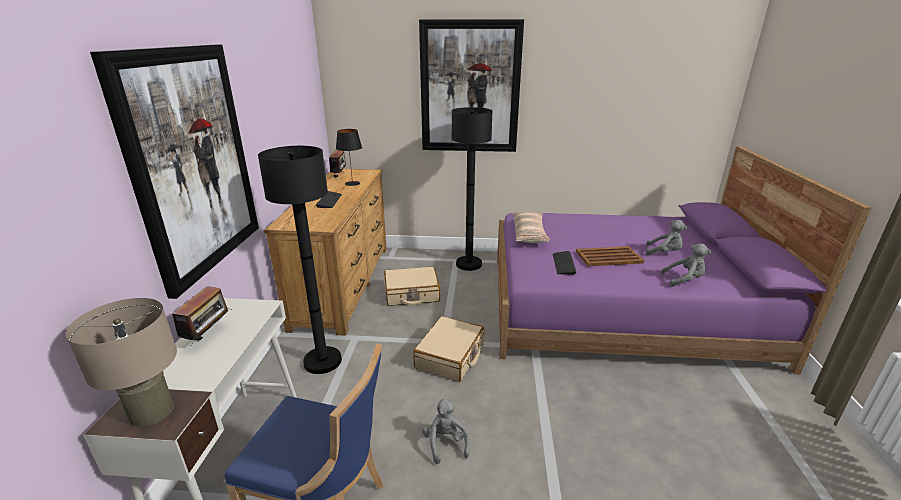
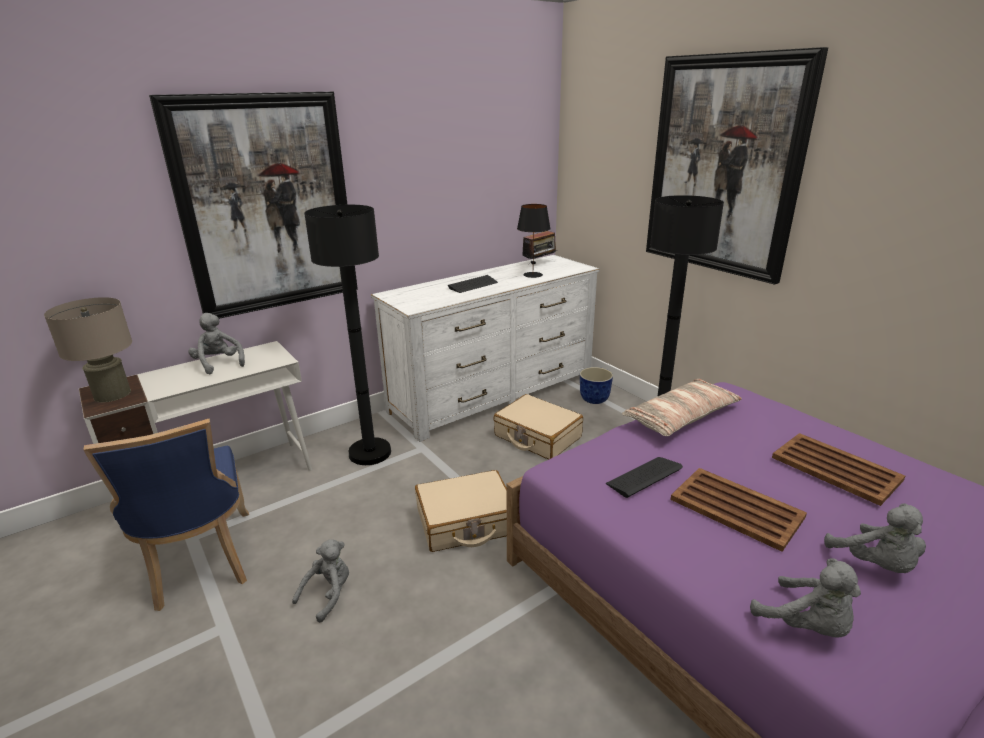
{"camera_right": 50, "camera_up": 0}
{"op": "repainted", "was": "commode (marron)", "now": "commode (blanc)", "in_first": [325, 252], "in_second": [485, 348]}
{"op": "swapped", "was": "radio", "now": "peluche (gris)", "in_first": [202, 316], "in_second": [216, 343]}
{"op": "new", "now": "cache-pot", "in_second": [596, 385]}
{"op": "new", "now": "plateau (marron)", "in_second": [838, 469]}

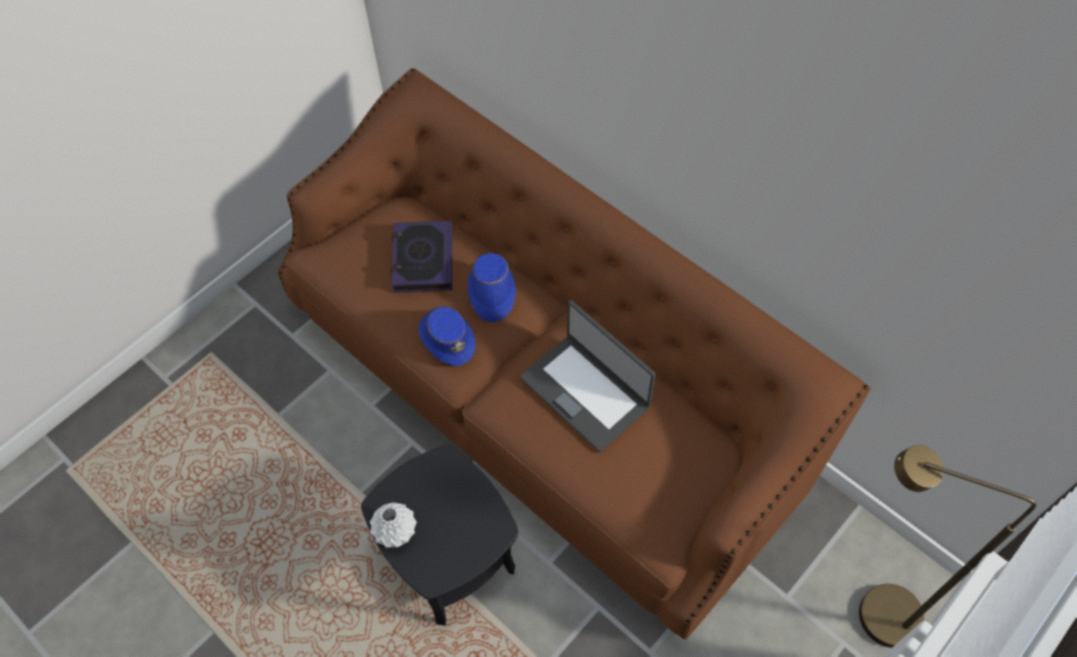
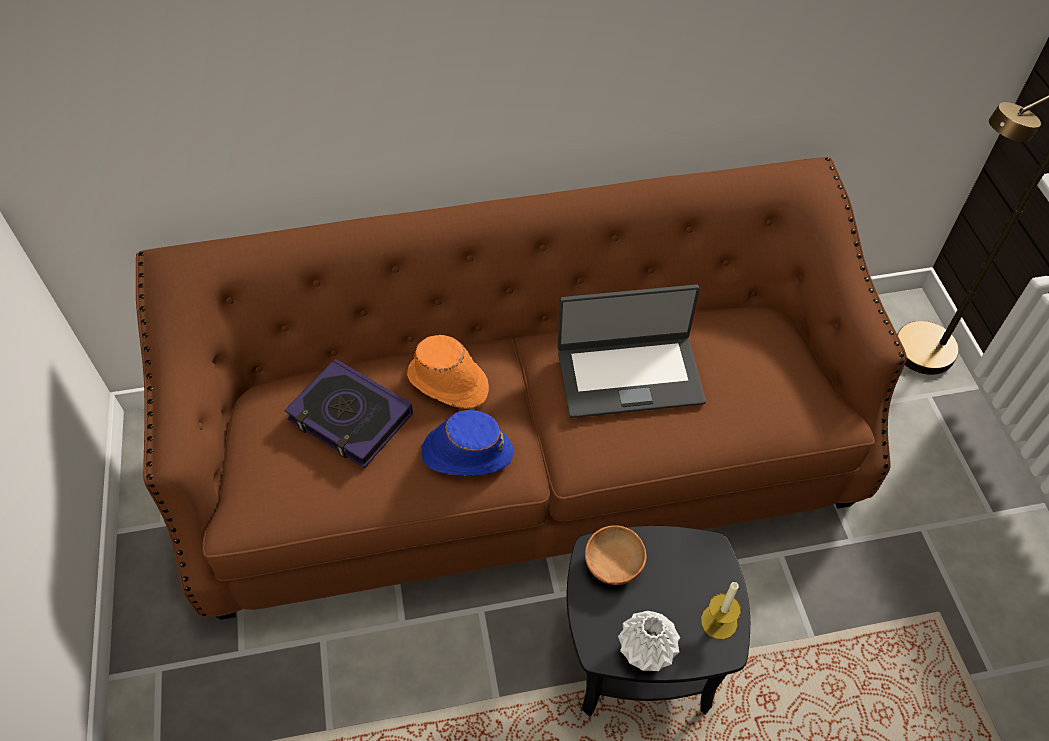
{"camera_right": -55, "camera_up": -5}
{"op": "repainted", "was": "chapeau (bleu)", "now": "chapeau (orange)", "in_first": [492, 287], "in_second": [448, 372]}
{"op": "new", "now": "bol (marron)", "in_second": [615, 555]}
{"op": "new", "now": "bougie", "in_second": [721, 611]}

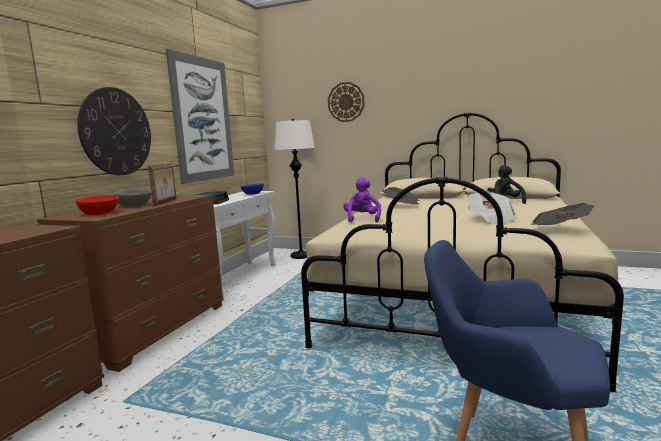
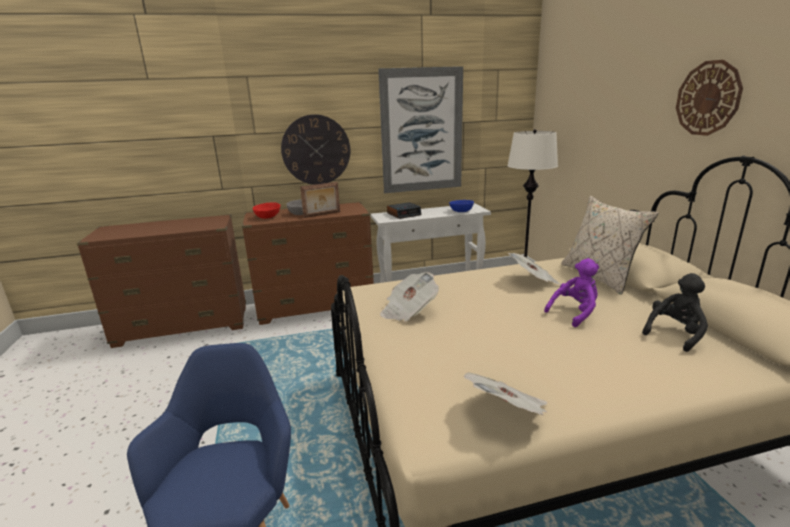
{"camera_right": 55, "camera_up": 10}
{"op": "shifted", "was": "horloge murale", "in_first": [346, 102], "in_second": [709, 98]}
{"op": "shifted", "was": "peluche (violet)", "in_first": [362, 200], "in_second": [571, 292]}
{"op": "shifted", "was": "journal", "in_first": [492, 207], "in_second": [409, 297]}
{"op": "new", "now": "coussin (beige)", "in_second": [609, 245]}

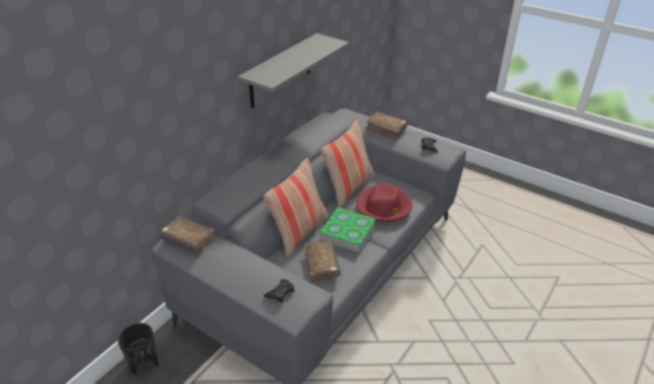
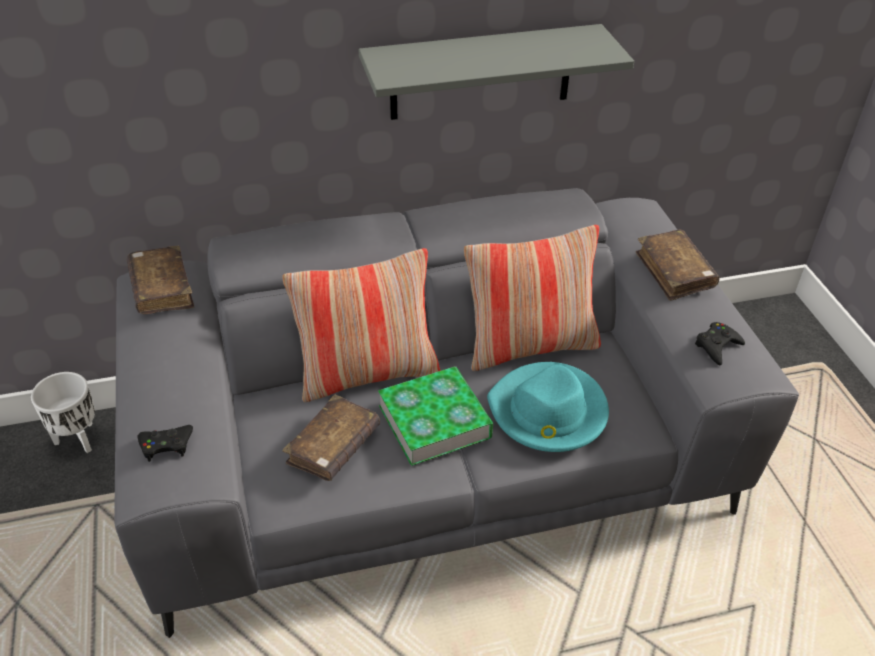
{"camera_right": 40, "camera_up": 5}
{"op": "repainted", "was": "chapeau (rouge)", "now": "chapeau (turquoise)", "in_first": [385, 202], "in_second": [548, 407]}
{"op": "repainted", "was": "cache-pot (noir)", "now": "cache-pot (blanc)", "in_first": [138, 349], "in_second": [63, 412]}

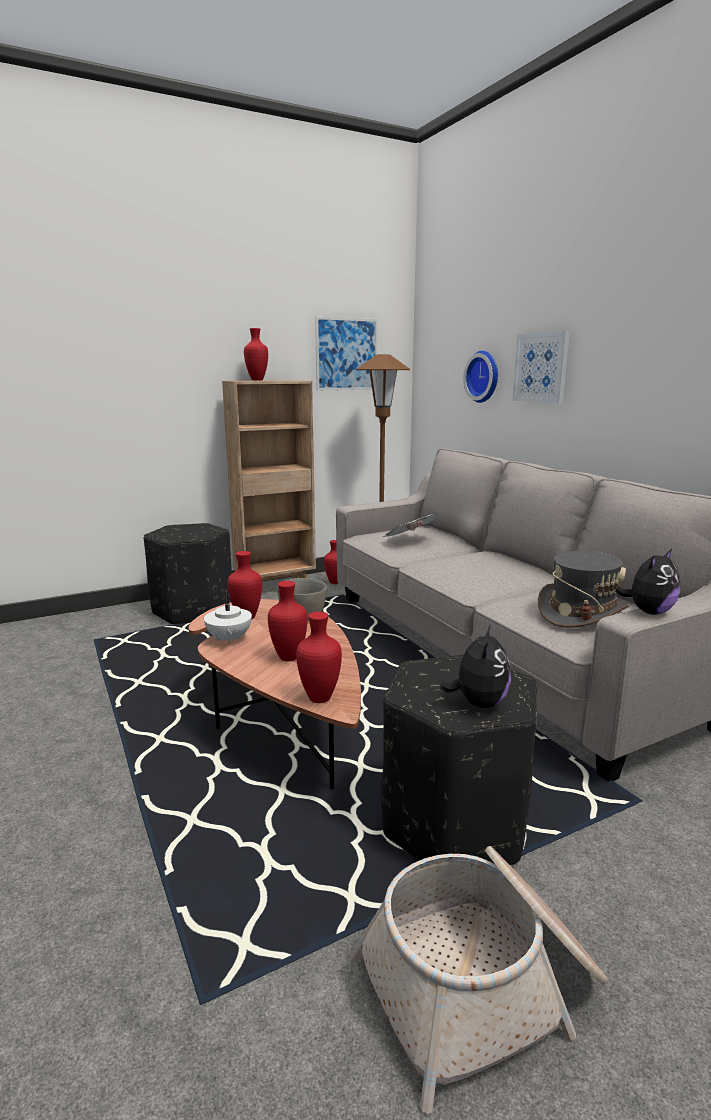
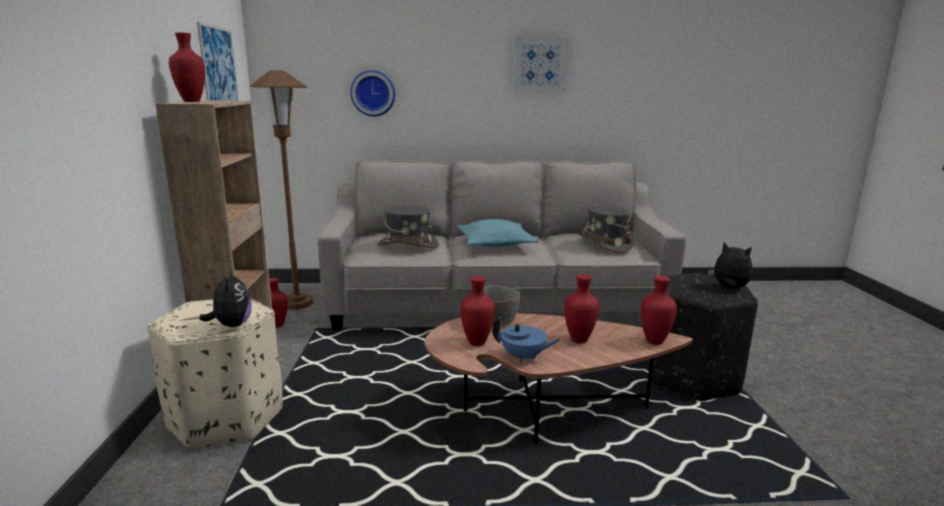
{"camera_right": -65, "camera_up": 0}
{"op": "shifted", "was": "tableau", "in_first": [541, 367], "in_second": [540, 64]}
{"op": "swapped", "was": "journal", "now": "chapeau (gris)", "in_first": [411, 525], "in_second": [408, 227]}
{"op": "repainted", "was": "pouf (noir)", "now": "pouf (beige)", "in_first": [188, 573], "in_second": [215, 374]}
{"op": "shifted", "was": "peluche", "in_first": [647, 582], "in_second": [225, 297]}
{"op": "repainted", "was": "théière (blanc)", "now": "théière (bleu)", "in_first": [228, 618], "in_second": [526, 340]}
{"op": "gone", "was": "panier", "in_first": [479, 980]}
{"op": "new", "now": "coussin (turquoise)", "in_second": [498, 233]}

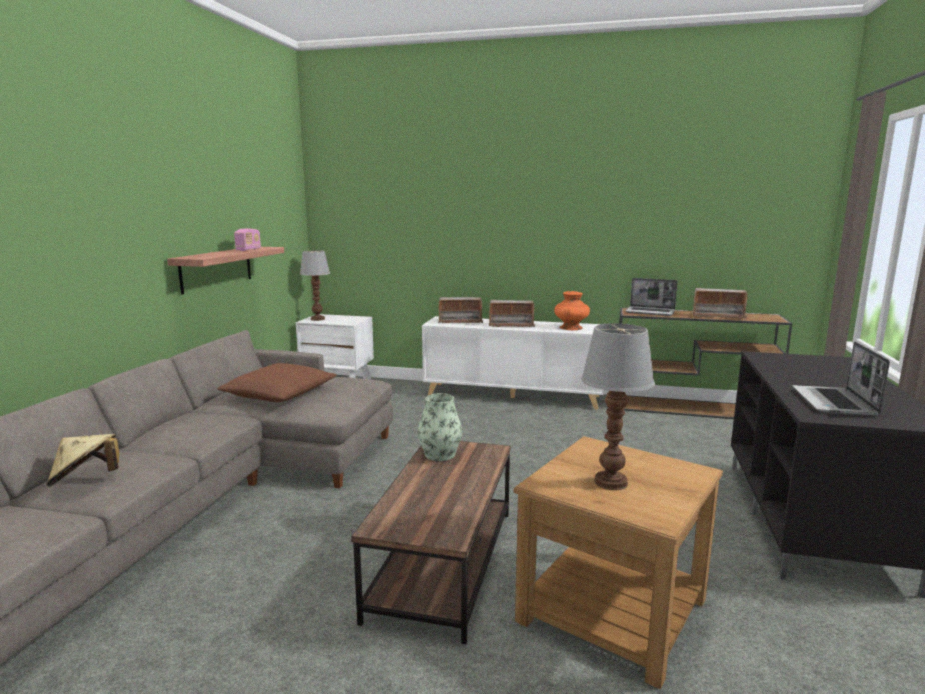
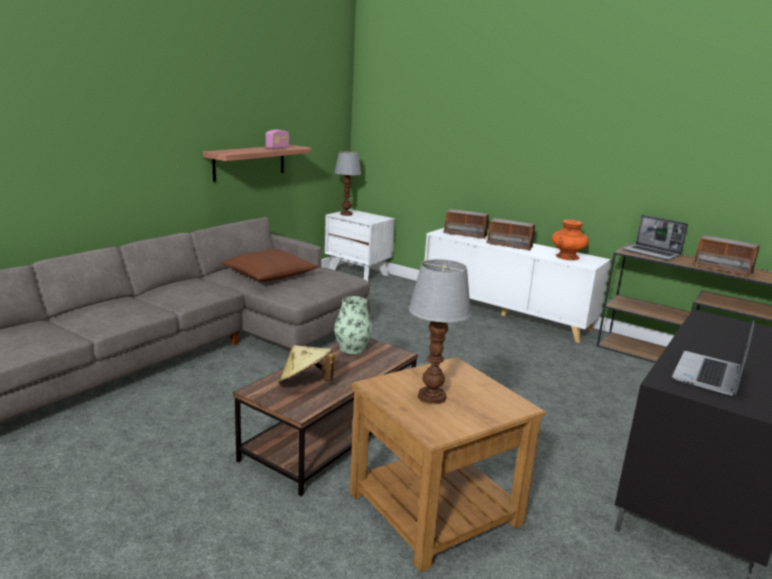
{"camera_right": 20, "camera_up": 5}
{"op": "shifted", "was": "chapeau (beige)", "in_first": [83, 460], "in_second": [307, 364]}

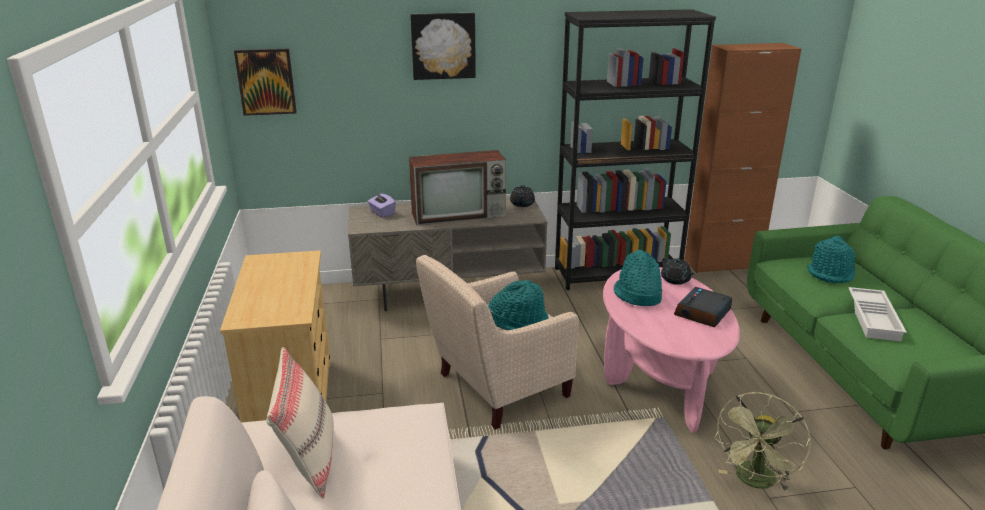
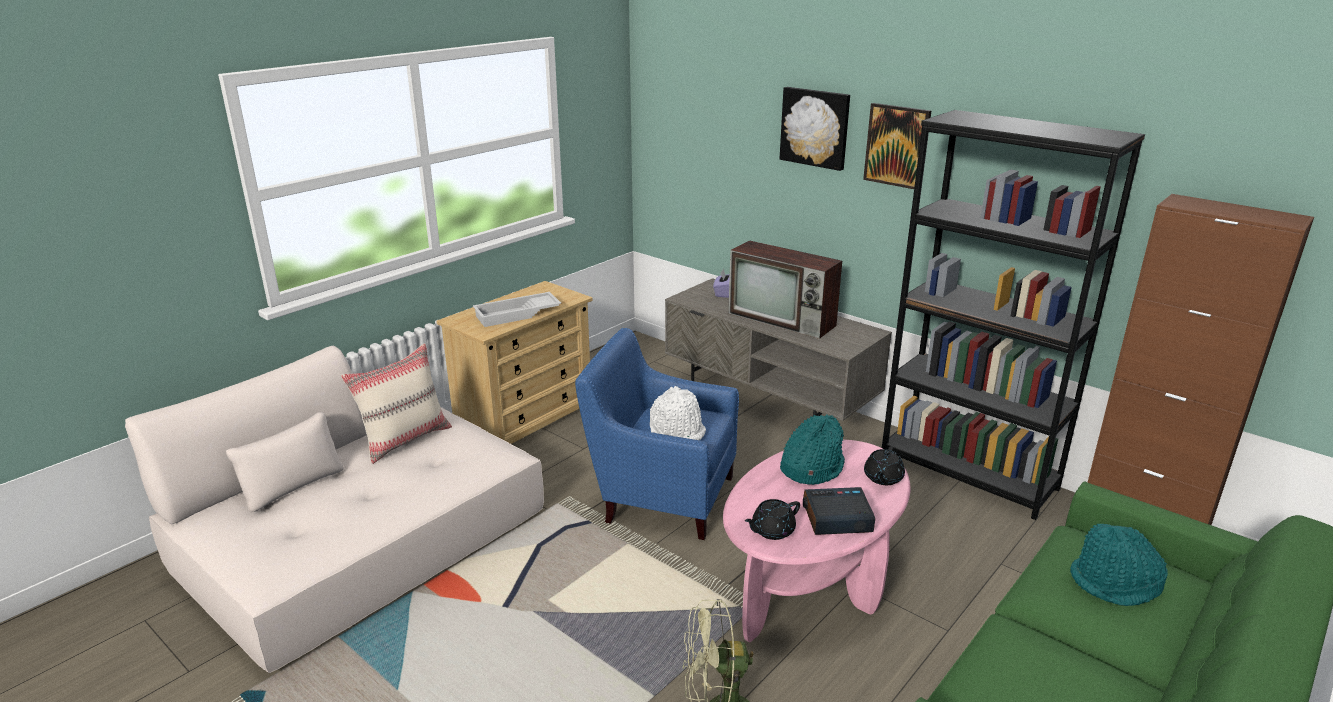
{"camera_right": 50, "camera_up": 0}
{"op": "shifted", "was": "tableau", "in_first": [265, 82], "in_second": [897, 146]}
{"op": "shifted", "was": "théière (noir)", "in_first": [522, 196], "in_second": [772, 519]}
{"op": "repainted", "was": "fauteuil (beige)", "now": "fauteuil (bleu)", "in_first": [497, 342], "in_second": [657, 434]}
{"op": "repainted", "was": "chapeau (turquoise)", "now": "chapeau (blanc)", "in_first": [518, 305], "in_second": [678, 413]}
{"op": "shifted", "was": "plateau (blanc)", "in_first": [877, 314], "in_second": [517, 309]}

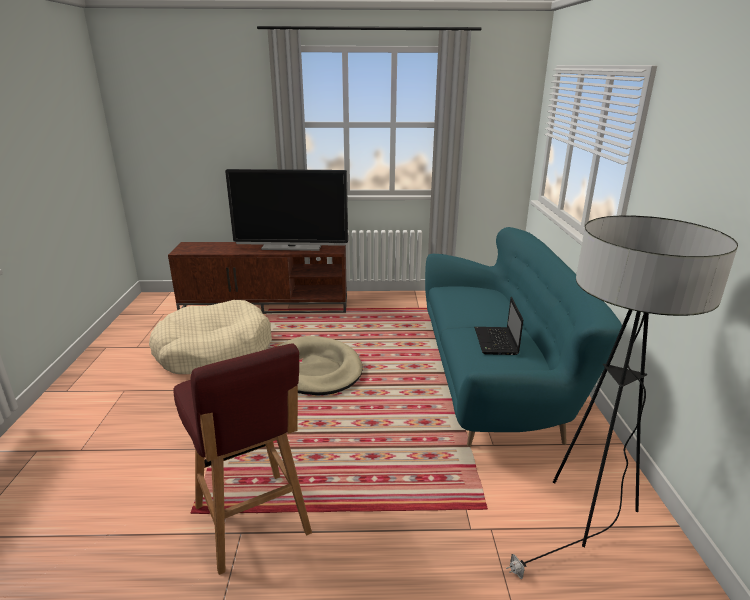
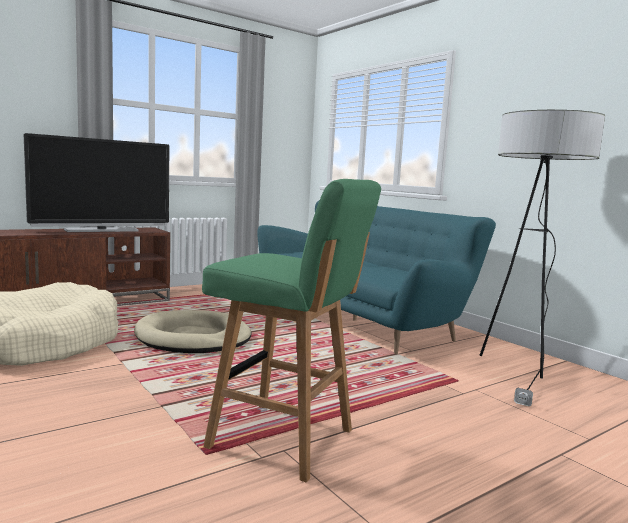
{"camera_right": -35, "camera_up": -15}
{"op": "gone", "was": "ordinateur portable", "in_first": [499, 326]}
{"op": "repainted", "was": "tabouret (rouge)", "now": "tabouret (vert)", "in_first": [242, 459], "in_second": [291, 331]}

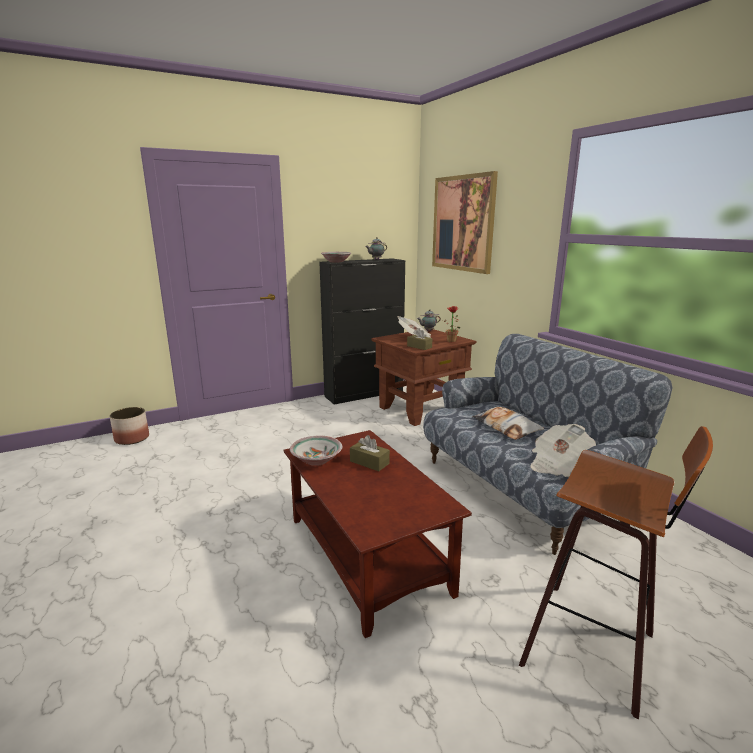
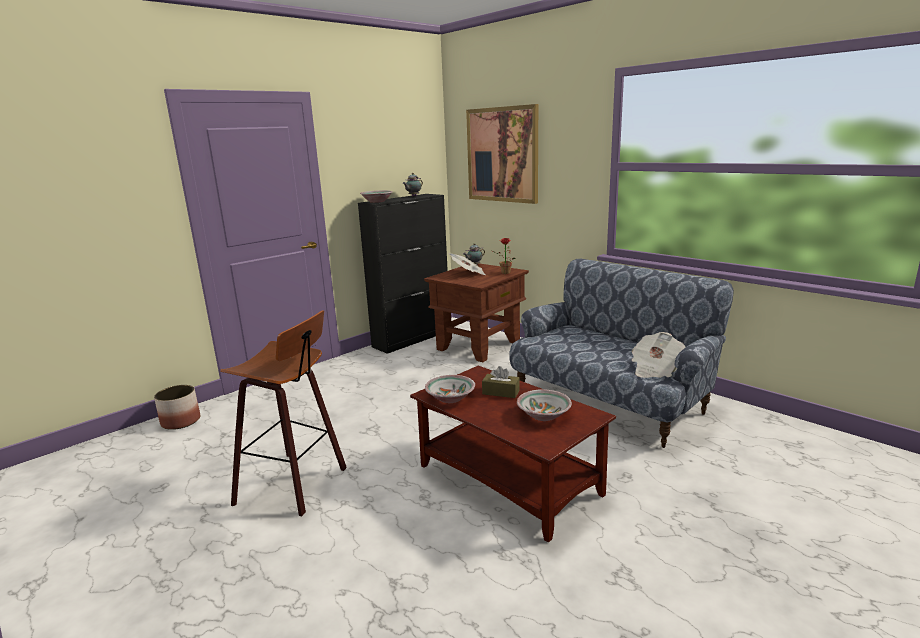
{"camera_right": -15, "camera_up": 0}
{"op": "gone", "was": "boîte à mouchoirs (marron)", "in_first": [419, 339]}
{"op": "gone", "was": "coussin", "in_first": [508, 423]}
{"op": "shifted", "was": "tabouret", "in_first": [616, 572], "in_second": [283, 413]}
{"op": "new", "now": "bol", "in_second": [544, 405]}

